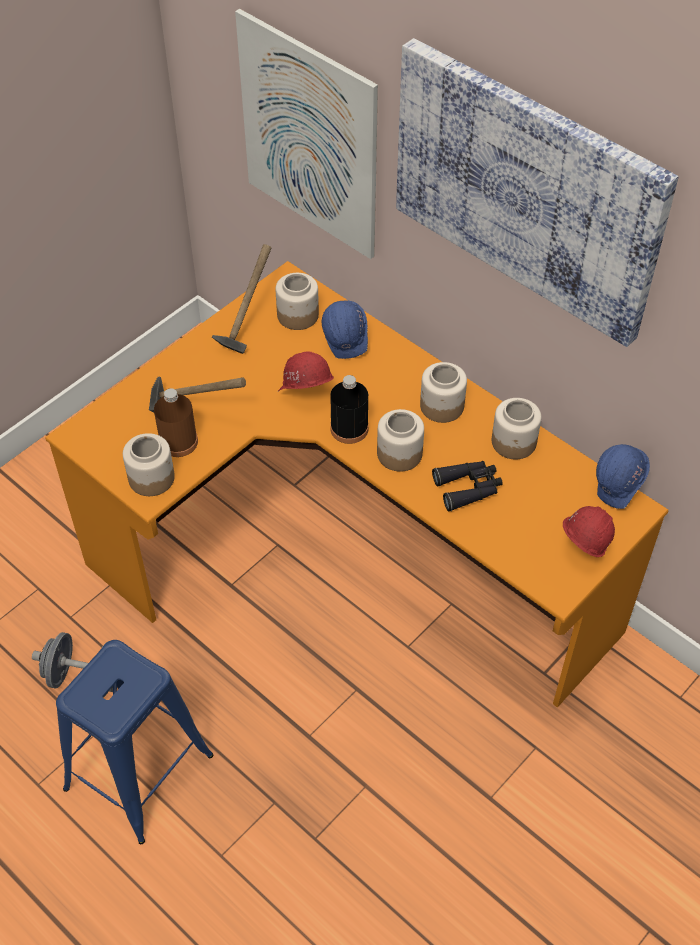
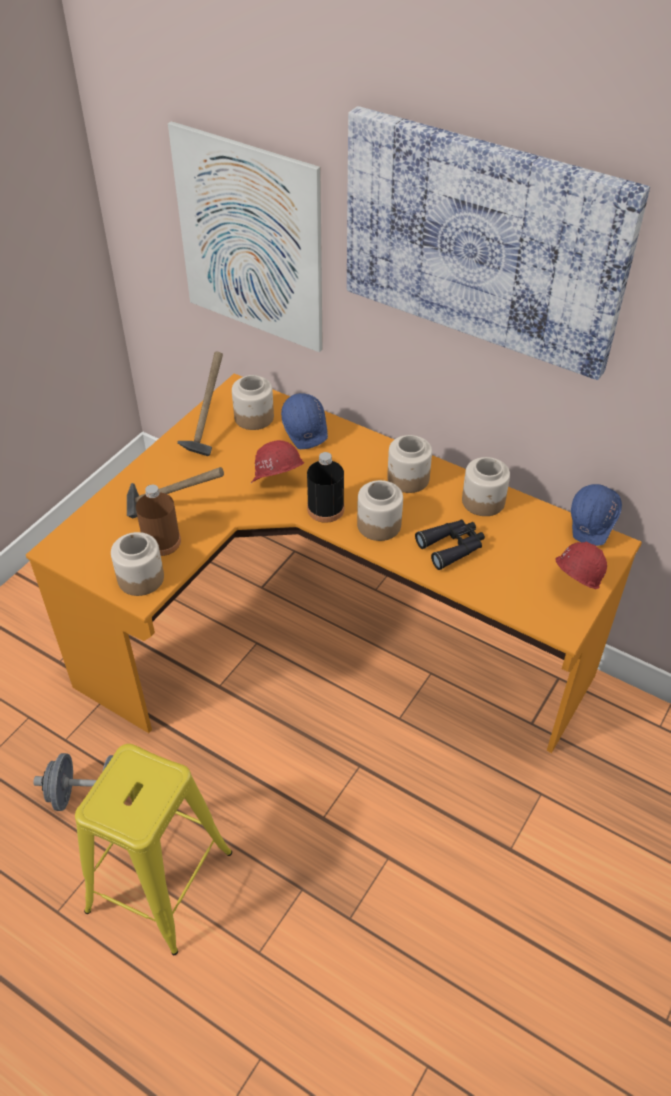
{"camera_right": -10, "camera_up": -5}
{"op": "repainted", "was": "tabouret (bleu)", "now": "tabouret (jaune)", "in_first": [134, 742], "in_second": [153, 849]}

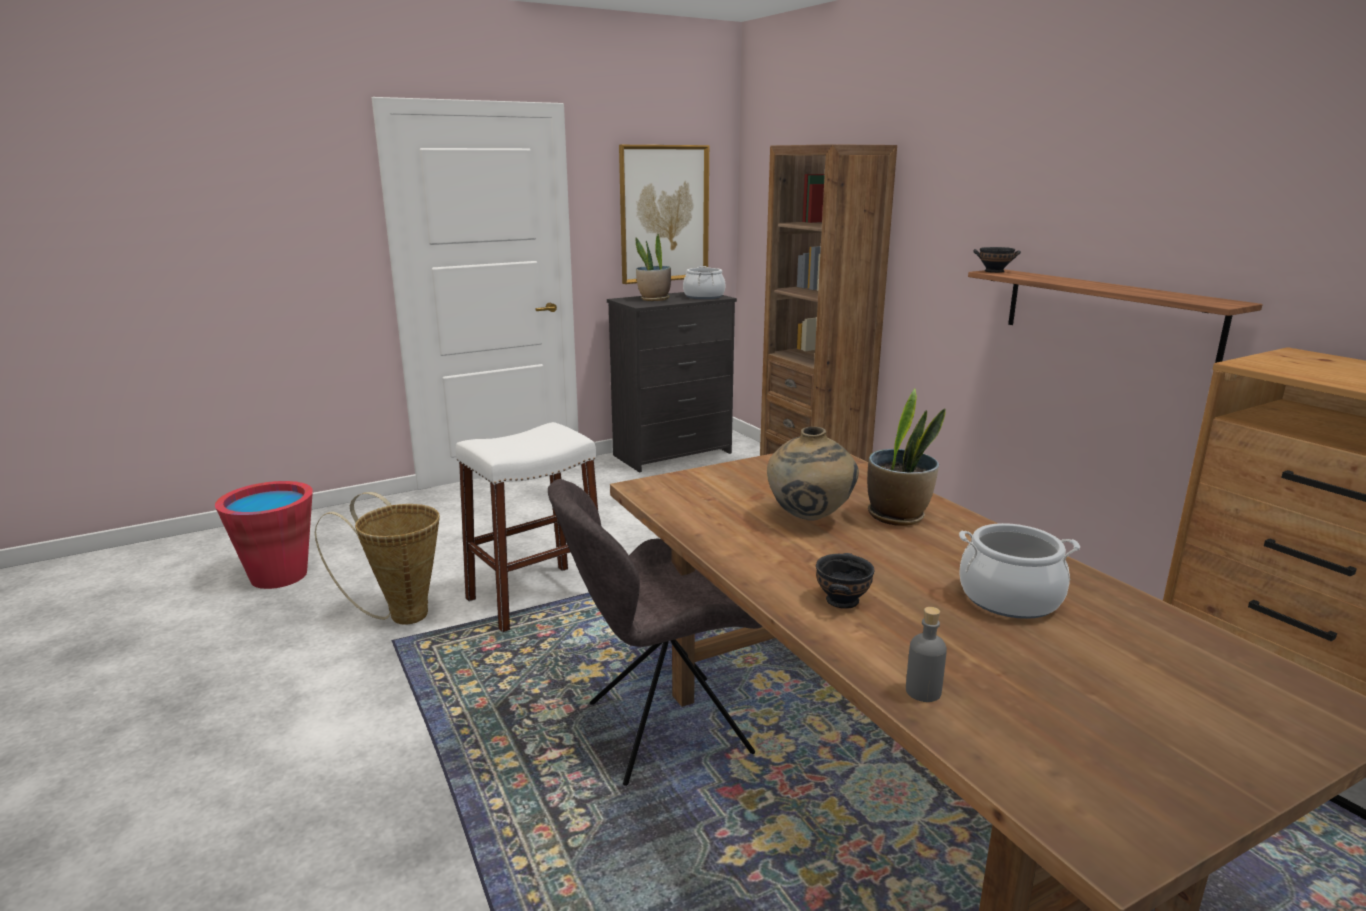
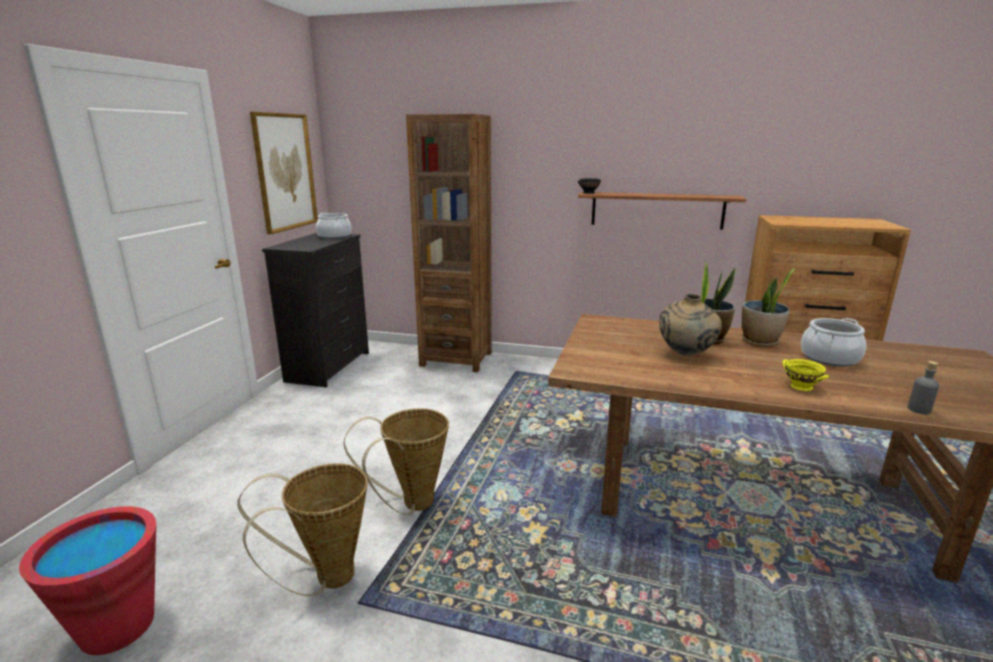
{"camera_right": -45, "camera_up": 0}
{"op": "shifted", "was": "plante en pot", "in_first": [653, 267], "in_second": [769, 307]}
{"op": "swapped", "was": "tabouret (blanc)", "now": "panier", "in_first": [527, 527], "in_second": [396, 461]}
{"op": "gone", "was": "chaise (gris)", "in_first": [655, 632]}
{"op": "repainted", "was": "bol (noir)", "now": "bol (jaune)", "in_first": [845, 581], "in_second": [805, 375]}

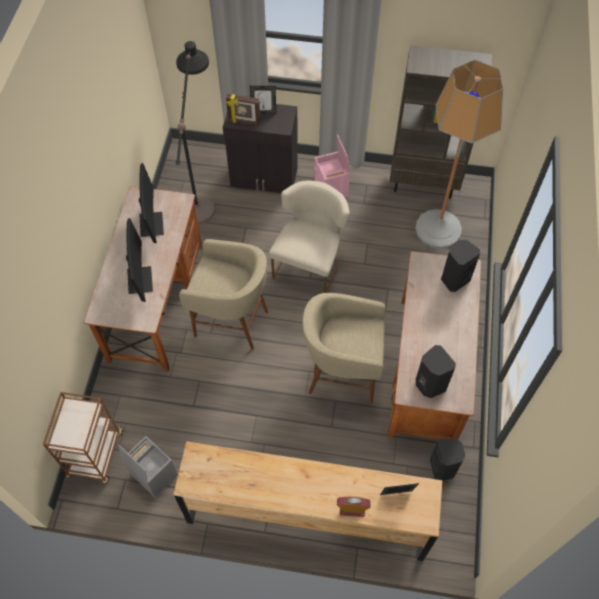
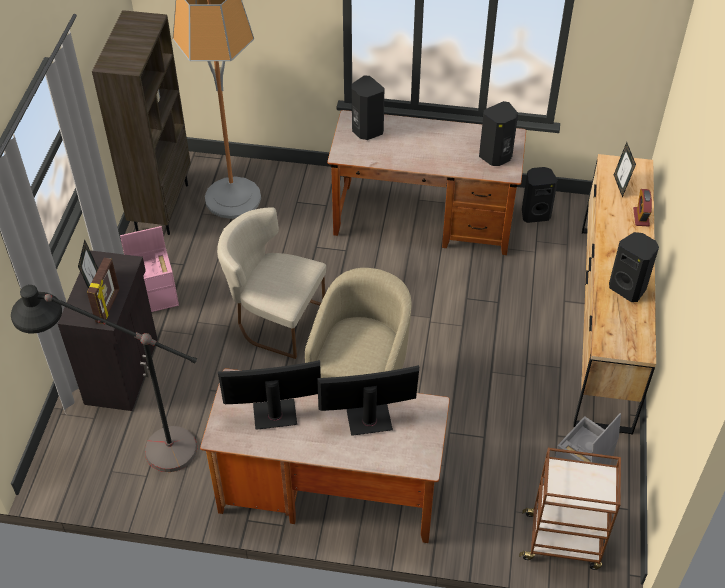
{"camera_right": -90, "camera_up": -10}
{"op": "gone", "was": "tabouret (beige)", "in_first": [344, 348]}
{"op": "new", "now": "enceinte (noir)", "in_second": [634, 267]}

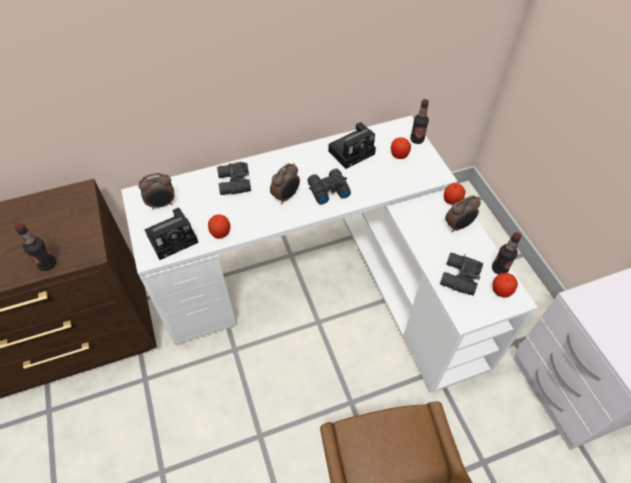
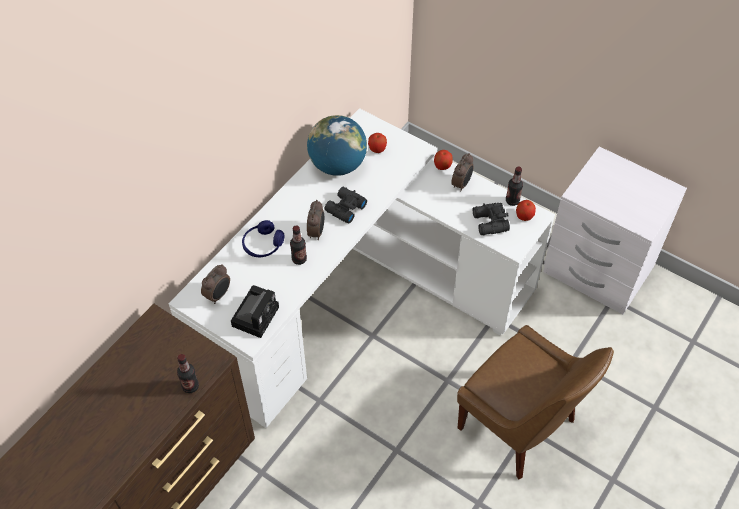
{"camera_right": -35, "camera_up": 0}
{"op": "shifted", "was": "bouteille", "in_first": [419, 121], "in_second": [298, 245]}
{"op": "swapped", "was": "appareil photo", "now": "globe", "in_first": [352, 145], "in_second": [337, 145]}
{"op": "swapped", "was": "jumelles (noir)", "now": "casque audio (bleu)", "in_first": [234, 178], "in_second": [263, 238]}
{"op": "gone", "was": "pomme", "in_first": [219, 226]}

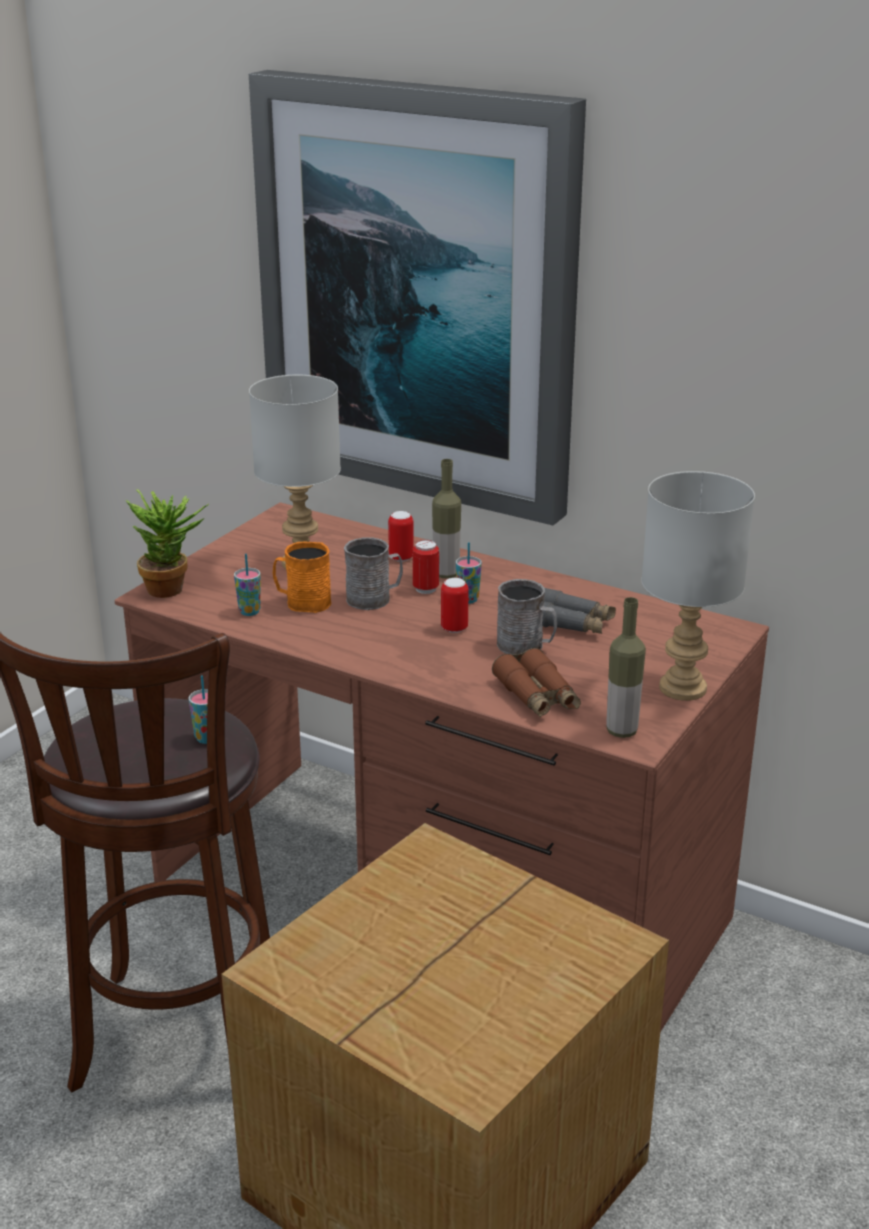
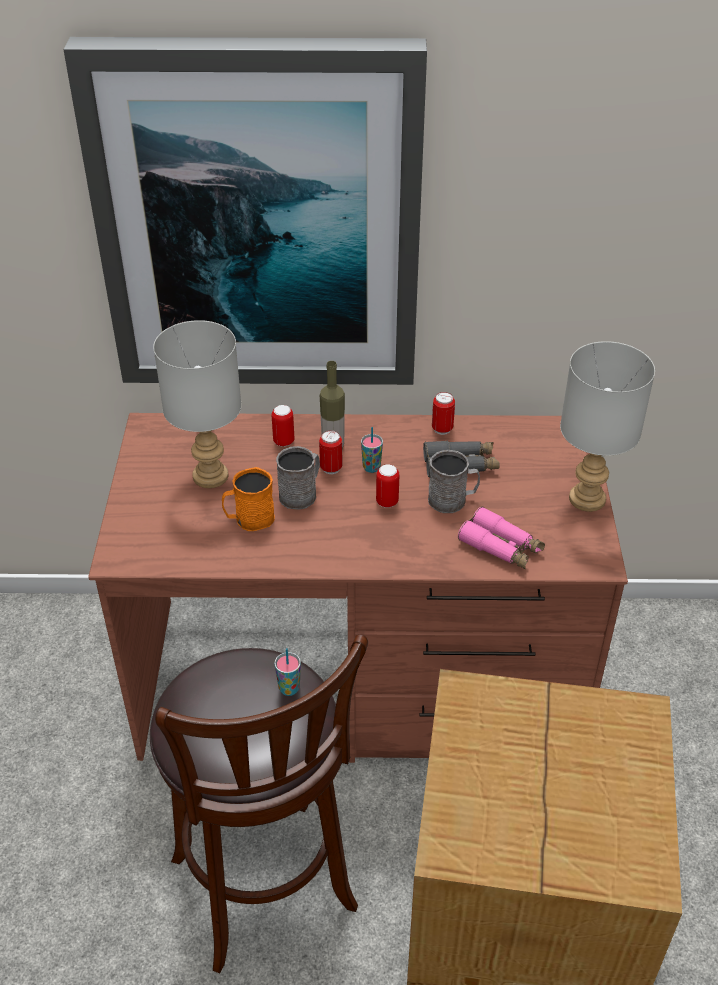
{"camera_right": -30, "camera_up": 15}
{"op": "gone", "was": "plante en pot", "in_first": [167, 543]}
{"op": "gone", "was": "tasse", "in_first": [247, 585]}
{"op": "gone", "was": "bouteille", "in_first": [626, 667]}
{"op": "repainted", "was": "jumelles (marron)", "now": "jumelles (rose)", "in_first": [536, 682], "in_second": [501, 538]}
{"op": "new", "now": "boîte métallique", "in_second": [443, 413]}

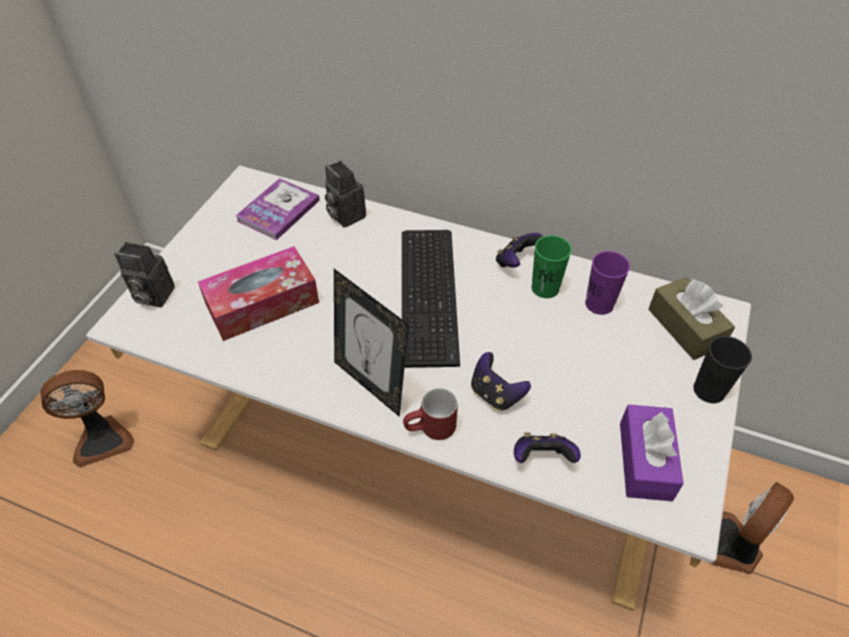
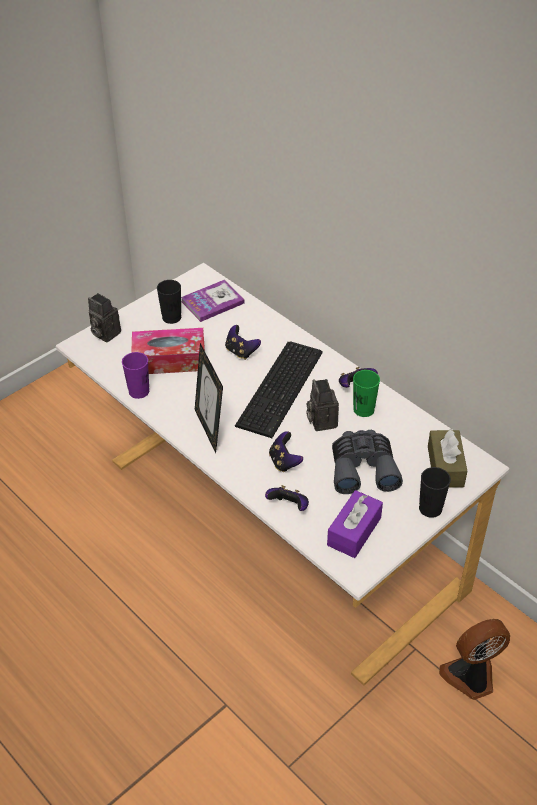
{"camera_right": 25, "camera_up": -5}
{"op": "shifted", "was": "appareil photo", "in_first": [345, 194], "in_second": [322, 405]}
{"op": "shifted", "was": "tasse (violet)", "in_first": [607, 283], "in_second": [135, 375]}
{"op": "gone", "was": "ventilateur", "in_first": [87, 419]}
{"op": "gone", "was": "mug (rouge)", "in_first": [430, 414]}
{"op": "new", "now": "tasse (noir)", "in_second": [169, 302]}
{"op": "new", "now": "manette", "in_second": [243, 342]}
{"op": "new", "now": "jumelles (gris)", "in_second": [367, 462]}

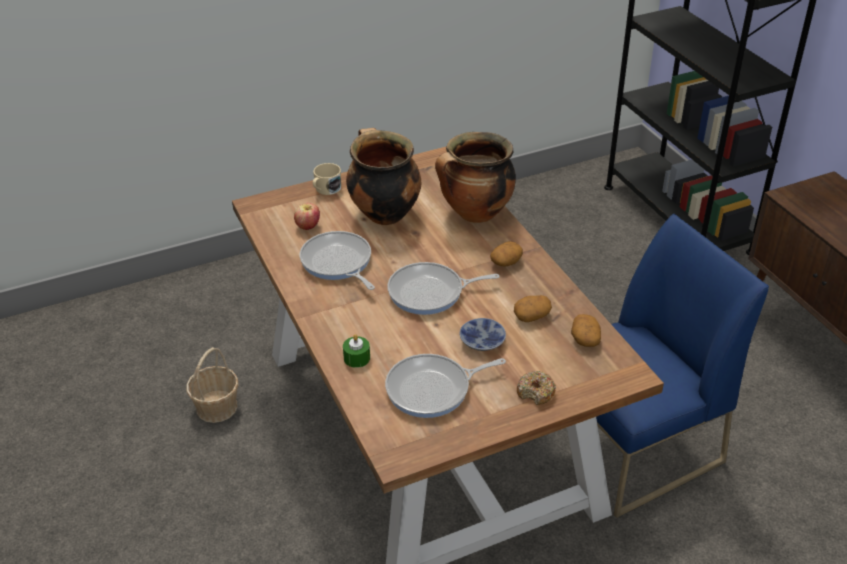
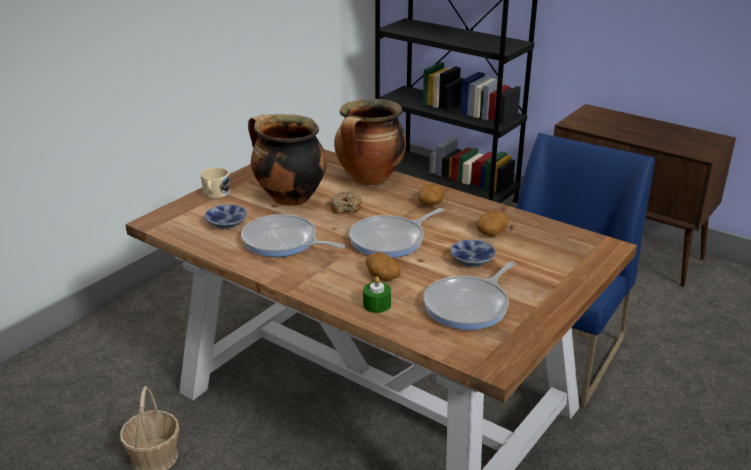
{"camera_right": -30, "camera_up": -10}
{"op": "swapped", "was": "pomme", "now": "bol", "in_first": [307, 216], "in_second": [226, 216]}
{"op": "shifted", "was": "pomme de terre", "in_first": [586, 330], "in_second": [383, 266]}
{"op": "shifted", "was": "beignet", "in_first": [536, 388], "in_second": [346, 203]}

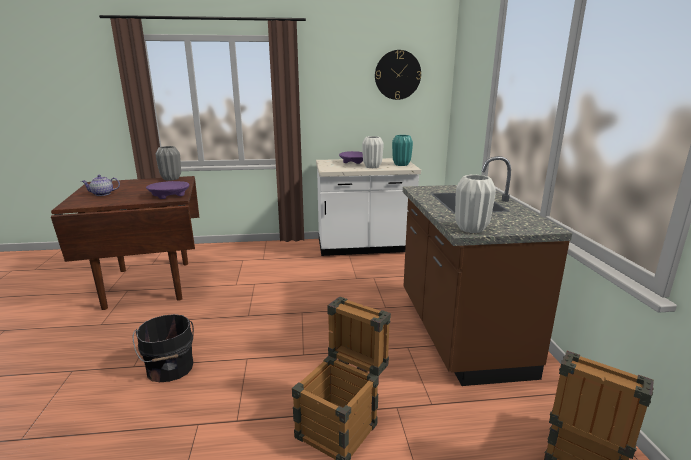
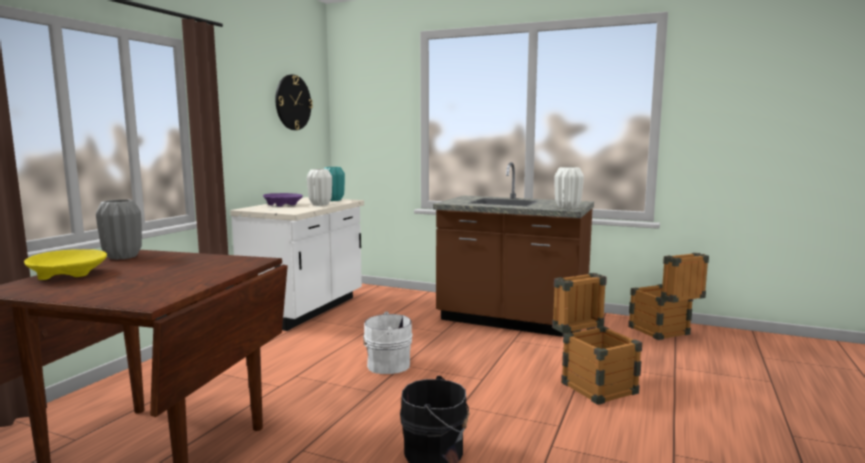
{"camera_right": -60, "camera_up": -10}
{"op": "gone", "was": "théière", "in_first": [100, 185]}
{"op": "gone", "was": "bol (violet)", "in_first": [167, 190]}
{"op": "new", "now": "bol (jaune)", "in_second": [65, 264]}
{"op": "new", "now": "seau (blanc)", "in_second": [388, 342]}

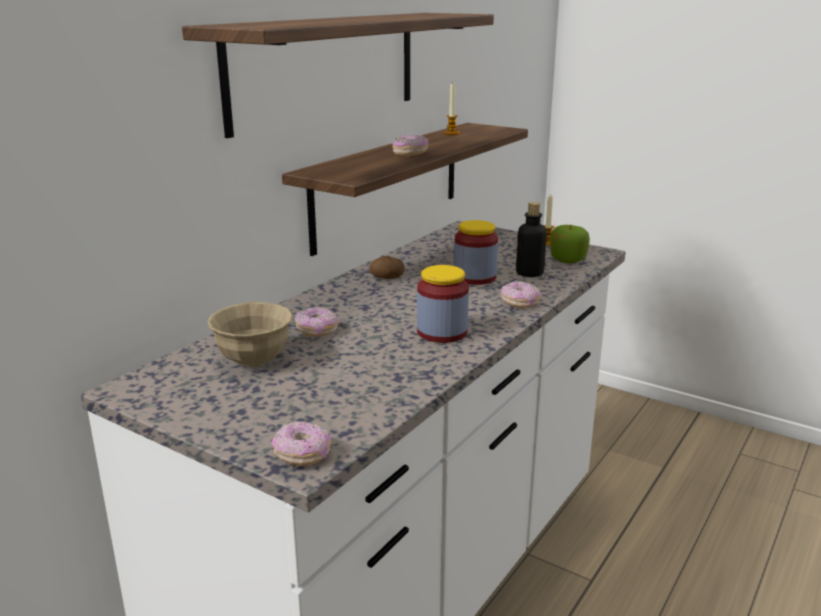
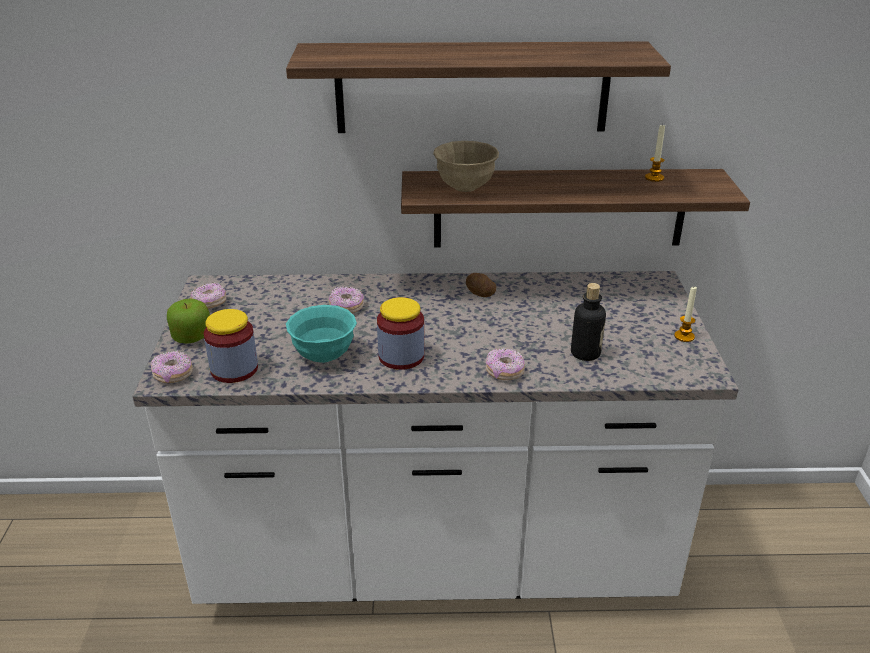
{"camera_right": 55, "camera_up": 10}
{"op": "shifted", "was": "beignet", "in_first": [410, 145], "in_second": [208, 295]}
{"op": "shifted", "was": "bocal", "in_first": [476, 252], "in_second": [231, 346]}
{"op": "shifted", "was": "pomme", "in_first": [570, 244], "in_second": [188, 321]}
{"op": "shifted", "was": "bol (beige)", "in_first": [250, 334], "in_second": [466, 166]}
{"op": "new", "now": "bol (turquoise)", "in_second": [321, 334]}

